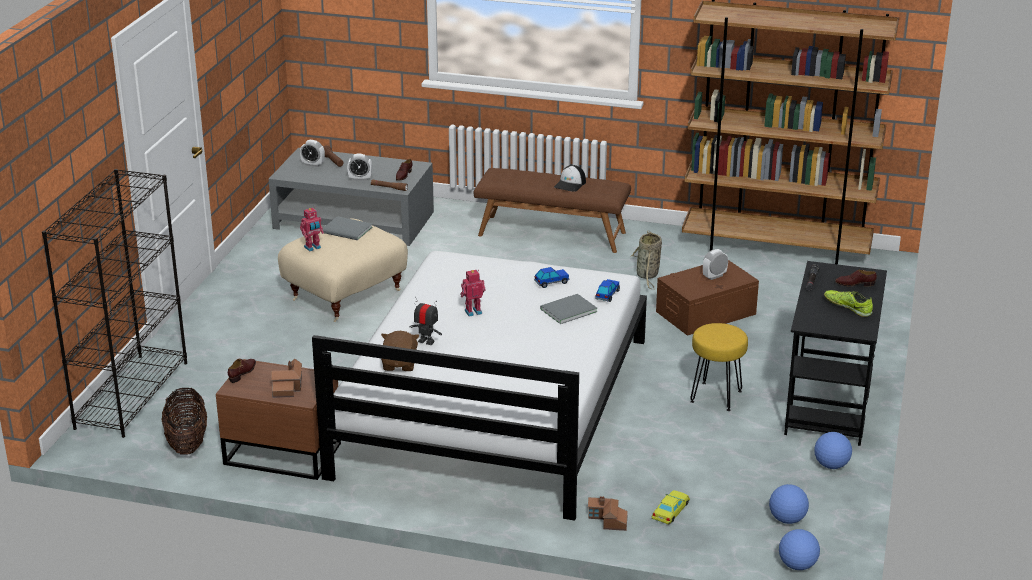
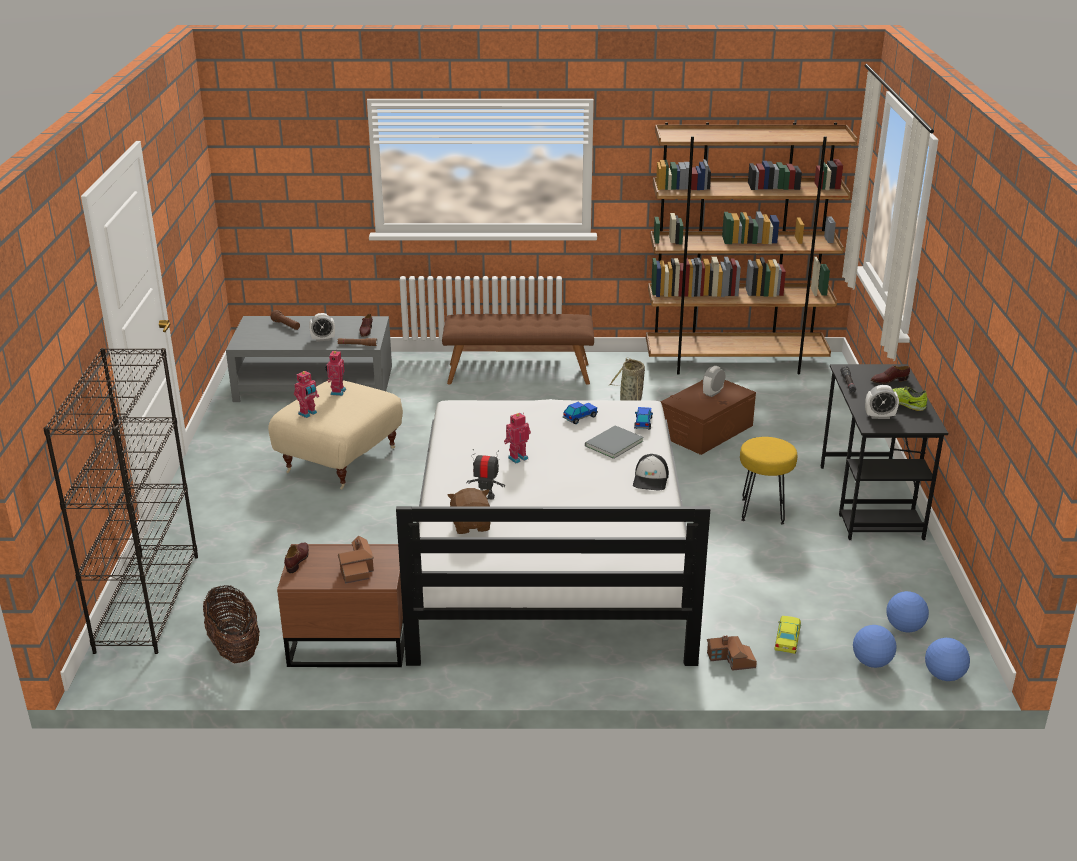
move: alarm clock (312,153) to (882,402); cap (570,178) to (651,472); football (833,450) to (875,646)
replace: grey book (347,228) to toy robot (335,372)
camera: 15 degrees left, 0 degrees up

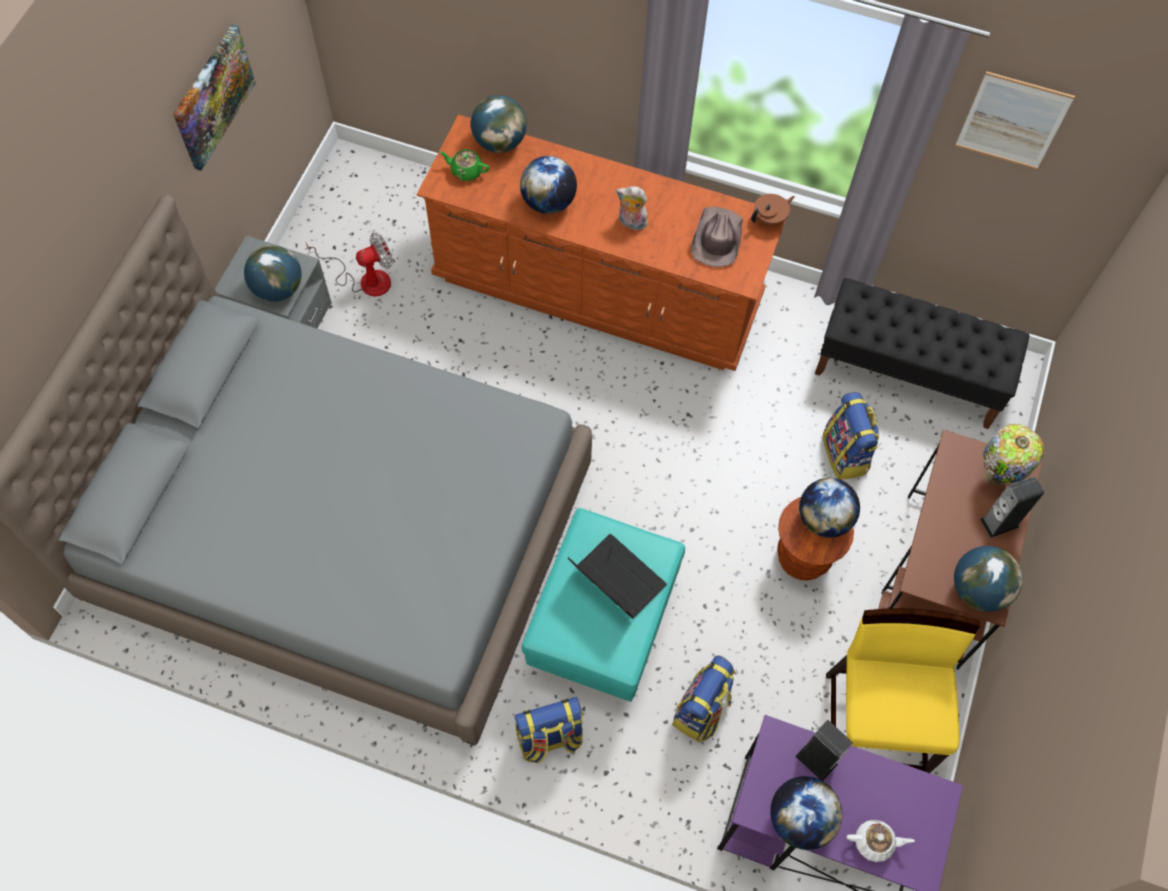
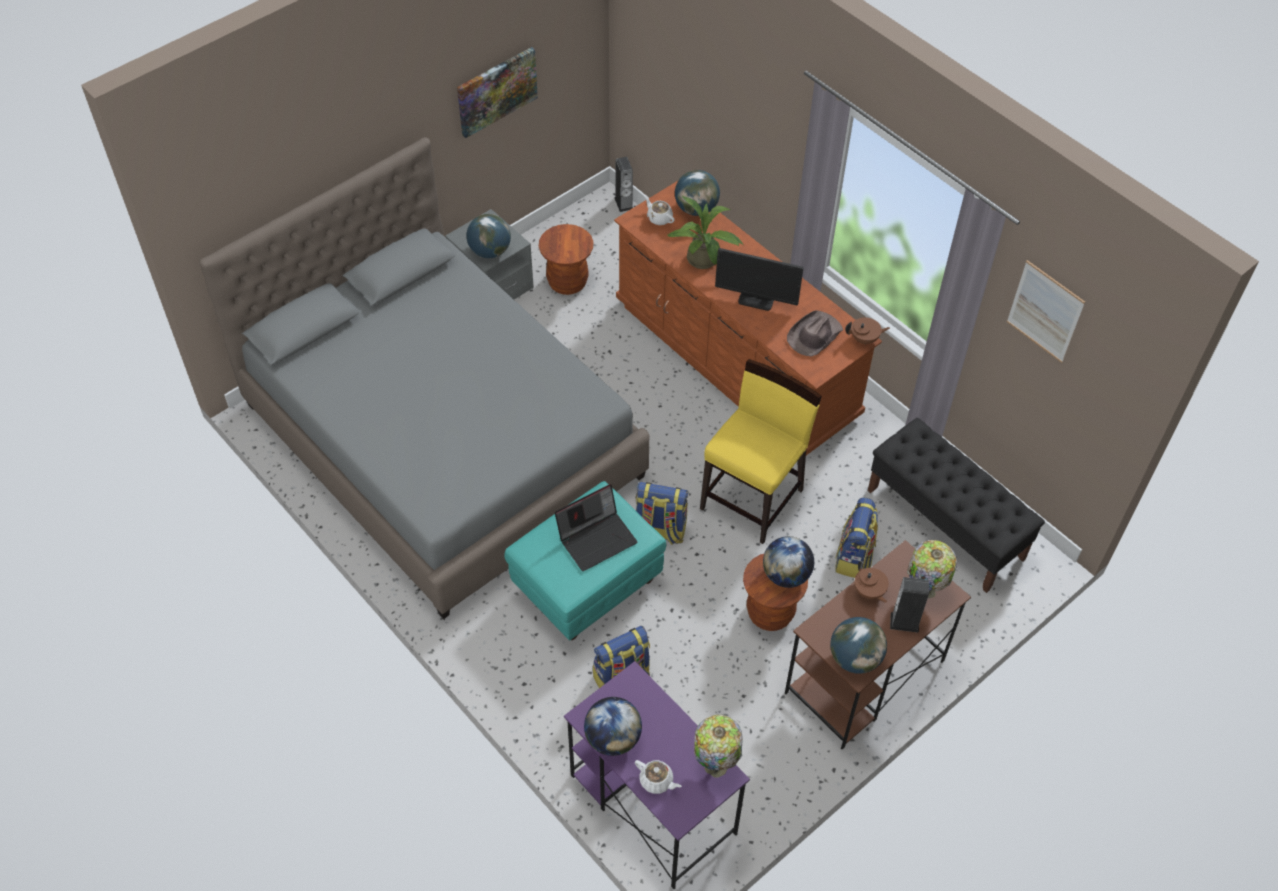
insert: brown teapot (872,582); table lamp (718,746)
move: yellow chair (903,690) to (761,451); backpack (548,730) to (662,513); speaker (824,750) to (624,184)
replace: globe (548,185) to potted plant (705,232); plush toy (632,208) to monitor (759,279); fan (349,264) to brown stool (566,259)
recolor: green teapot (464,165) to white teapot (659,210)
rotate: laptop (617,576) = (596,527) 75 degrees clockwise
camera: 30 degrees right, 10 degrees down

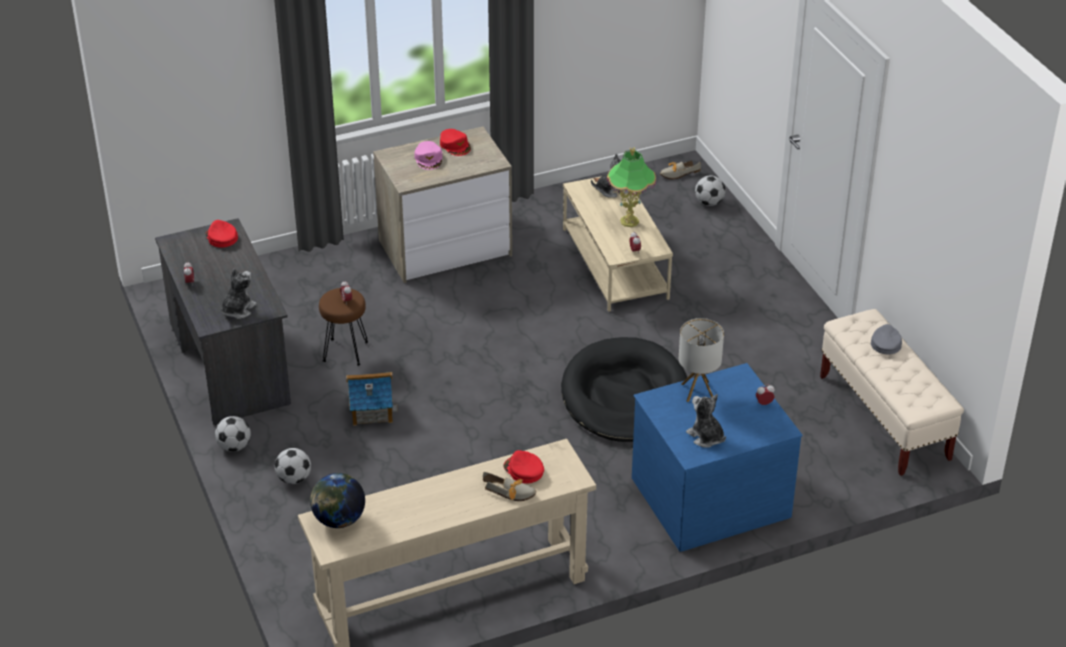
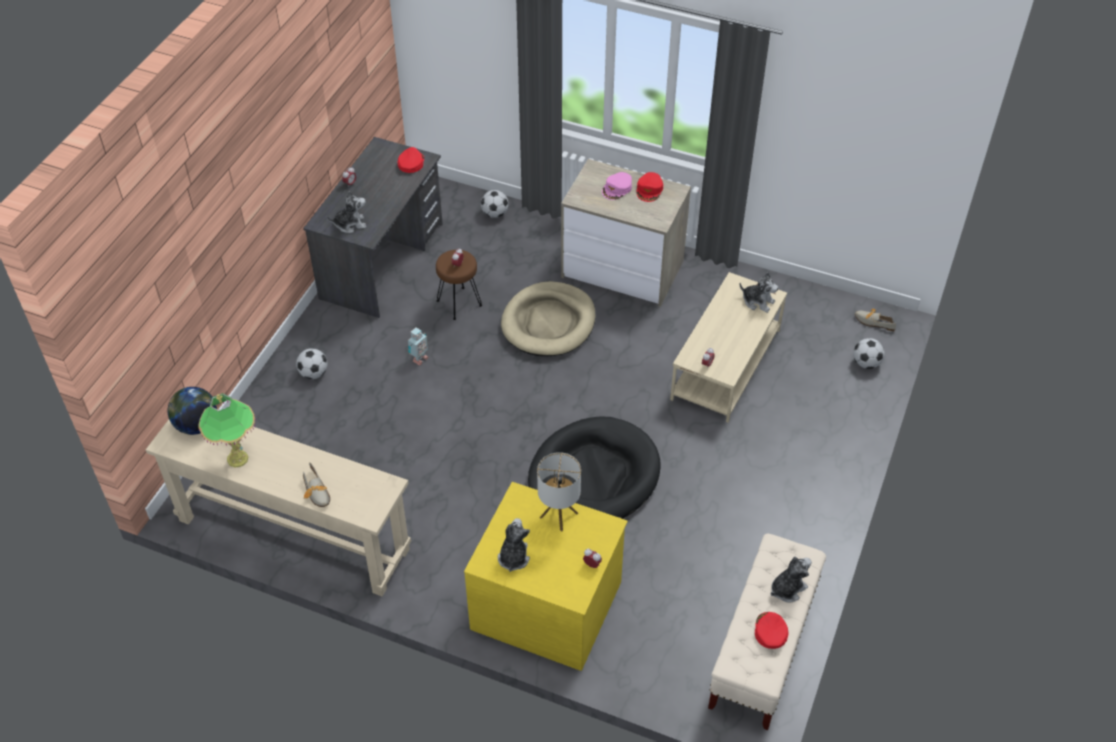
insert: beige dog bed (548,318)
move: table lamp (631,187) to (227,430); football (233,434) to (495,204); red cap (523,467) to (772,630)
replace: grey cap (886,339) to plush toy (791,580); toy house (372,399) to toy robot (418,347)
recolor: blue dresser (717,457) to yellow dresser (546,576)
camera: 45 degrees right, 10 degrees up

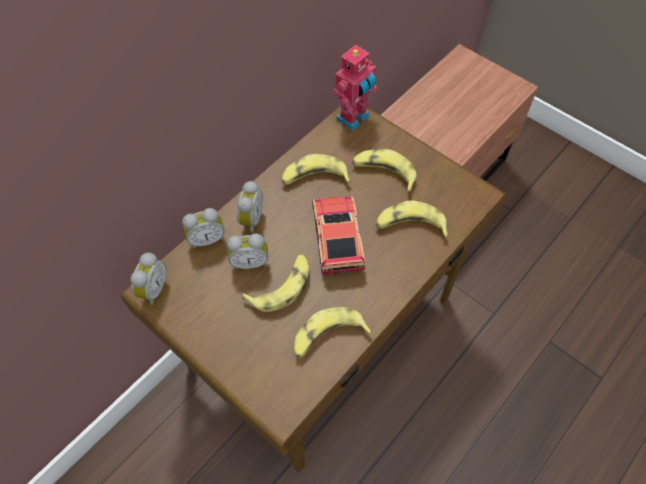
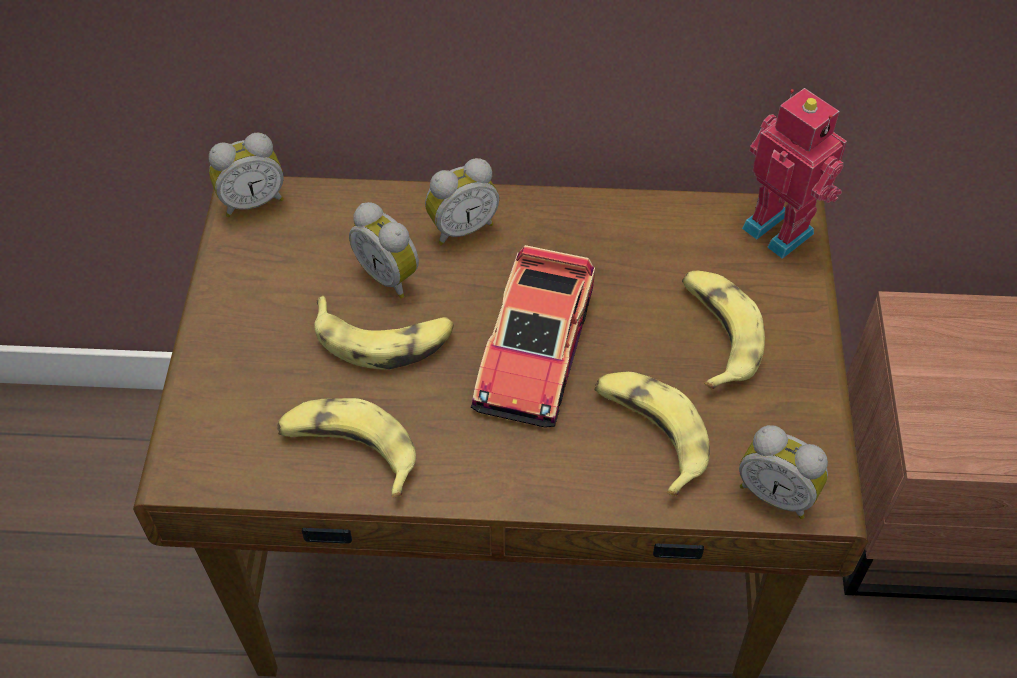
delete: banana (316,169)
move: alarm clock (203,228) to (783,472)
rotate: toy robot (355,87) = (794,173) 135 degrees counterclockwise; toy car (339,235) = (533,336) 150 degrees clockwise
camera: 50 degrees right, 5 degrees down

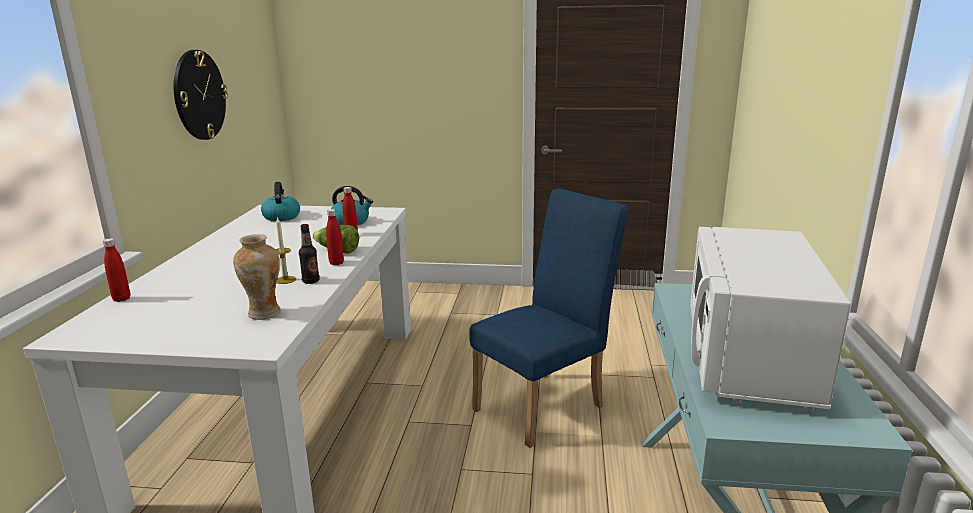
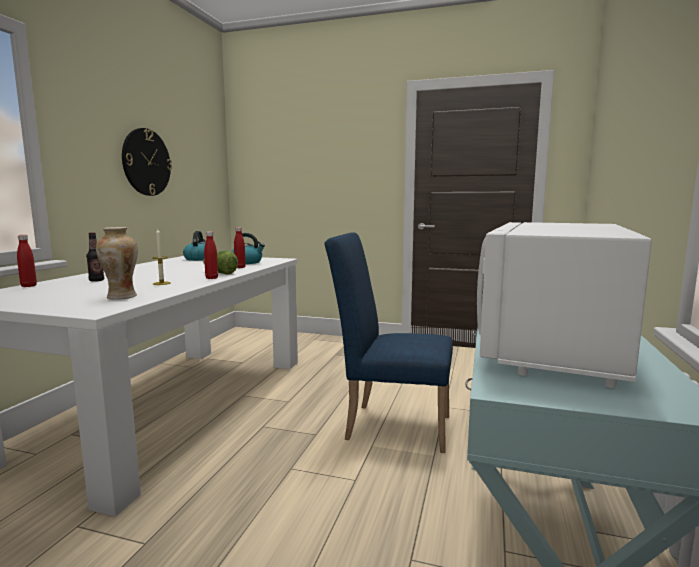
move: bottle (309,254) to (95,257)
rotate: blue chair (549,318) = (389,342) 135 degrees counterclockwise
camera: 10 degrees right, 10 degrees down

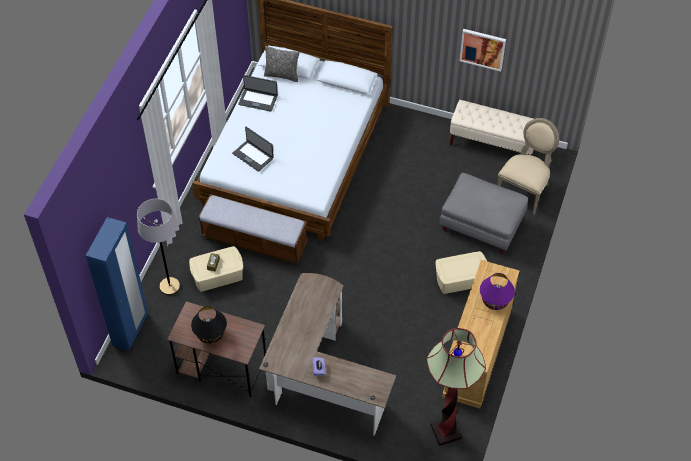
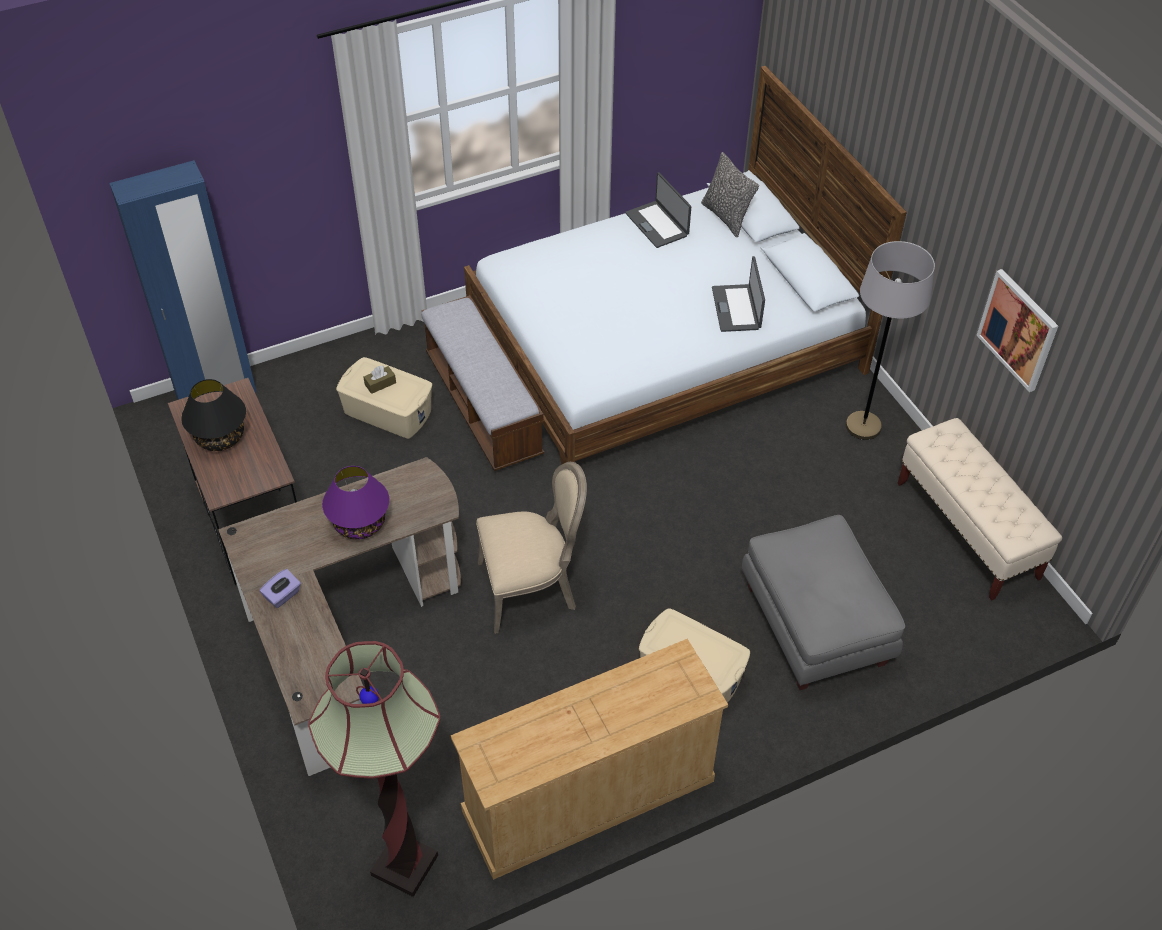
move: beige chair (528,166) to (531,548); laptop (253,149) to (738,294); grey floor lamp (158,247) to (890,340); purple table lamp (497,291) to (355,503)
camera: 45 degrees right, 5 degrees down

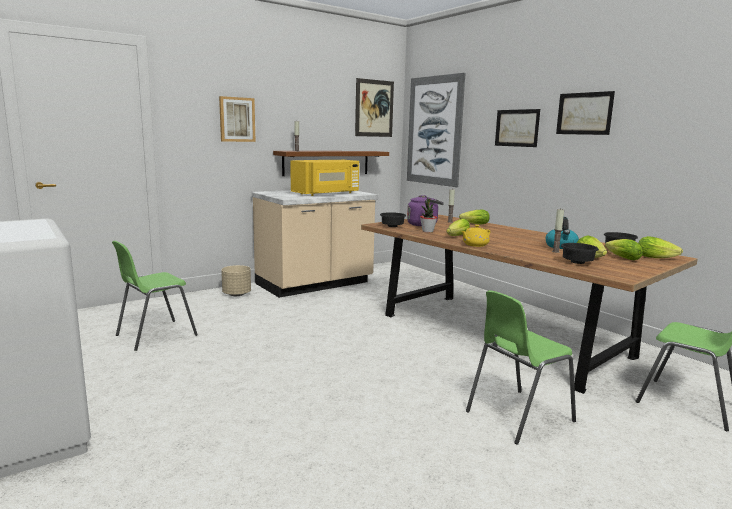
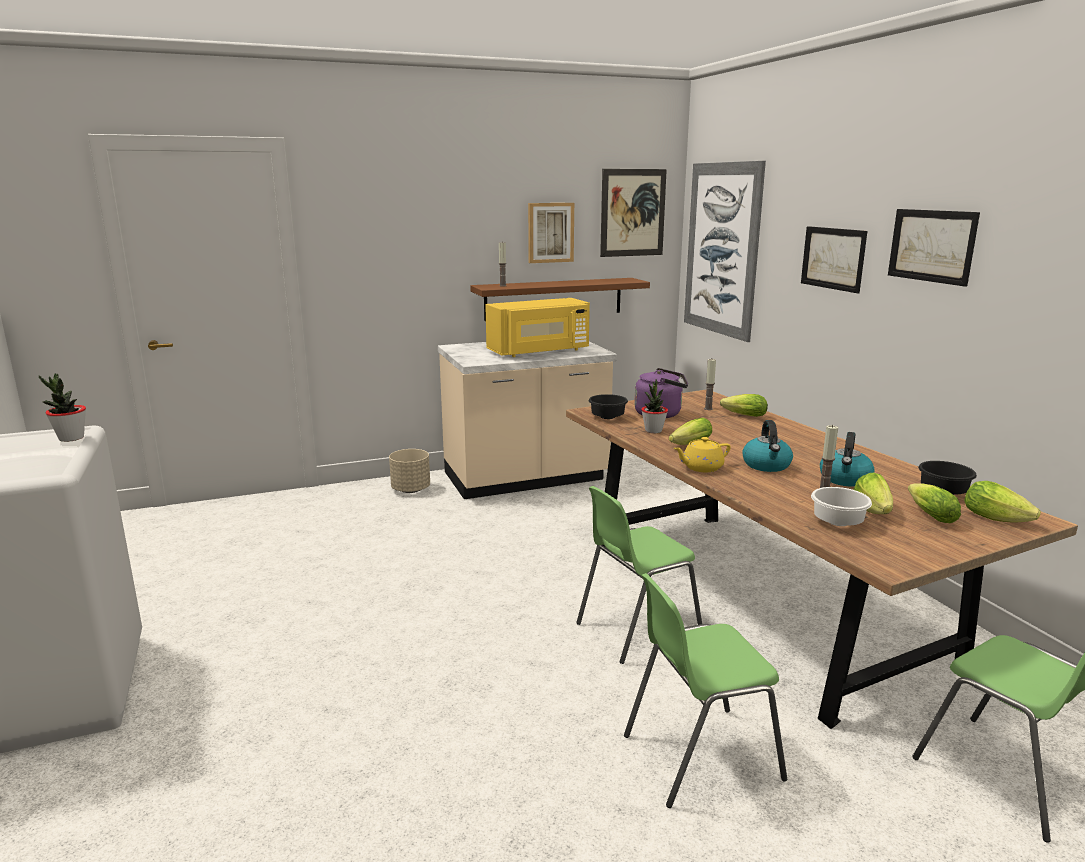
insert: potted plant (62,408); kettle (767,446)
move: picture (237,119) to (551,233); green chair (155,296) to (639,575)
recolor: black bowl (580,253) to white bowl (841,506)
camera: 15 degrees right, 5 degrees up

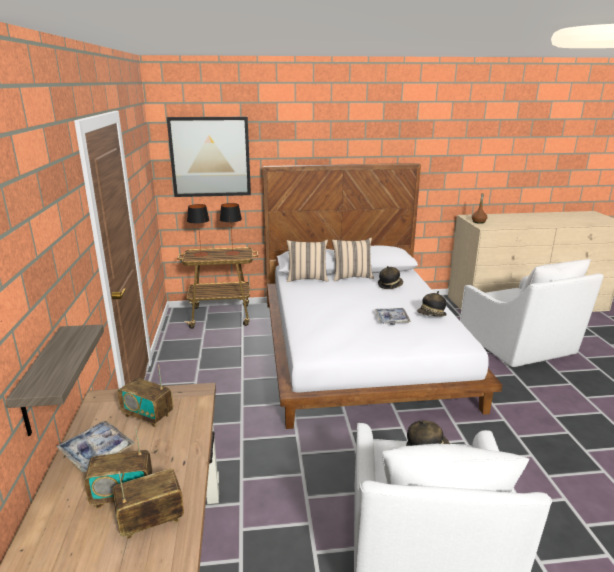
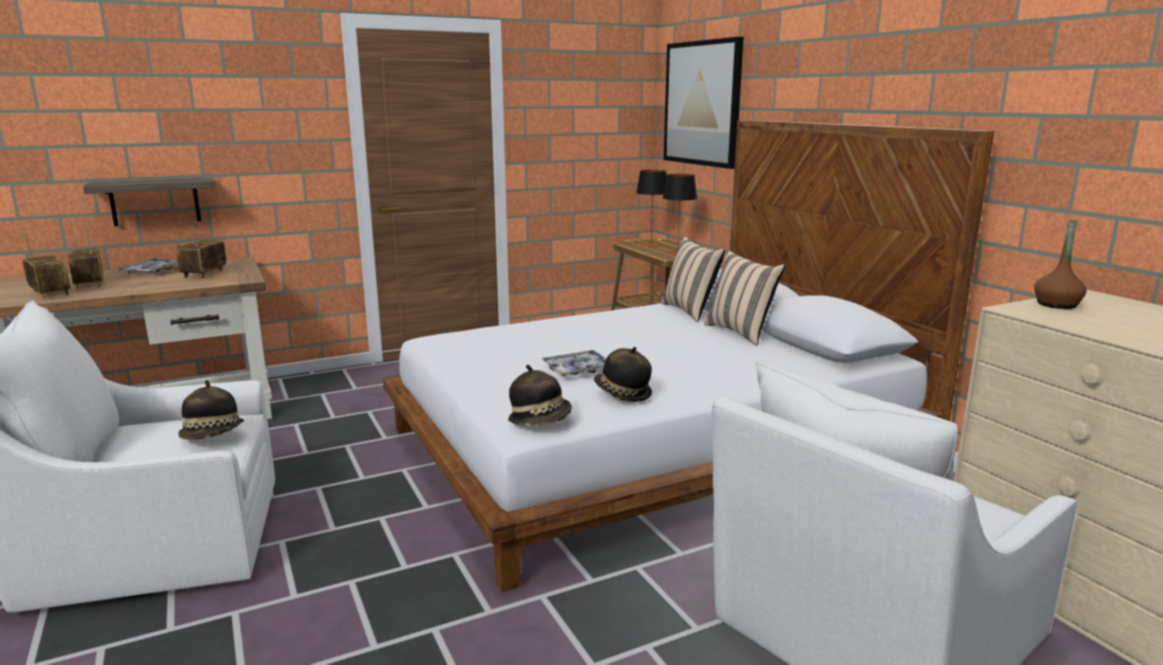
move: hat (390,277) to (540,395)
camera: 70 degrees right, 5 degrees down

